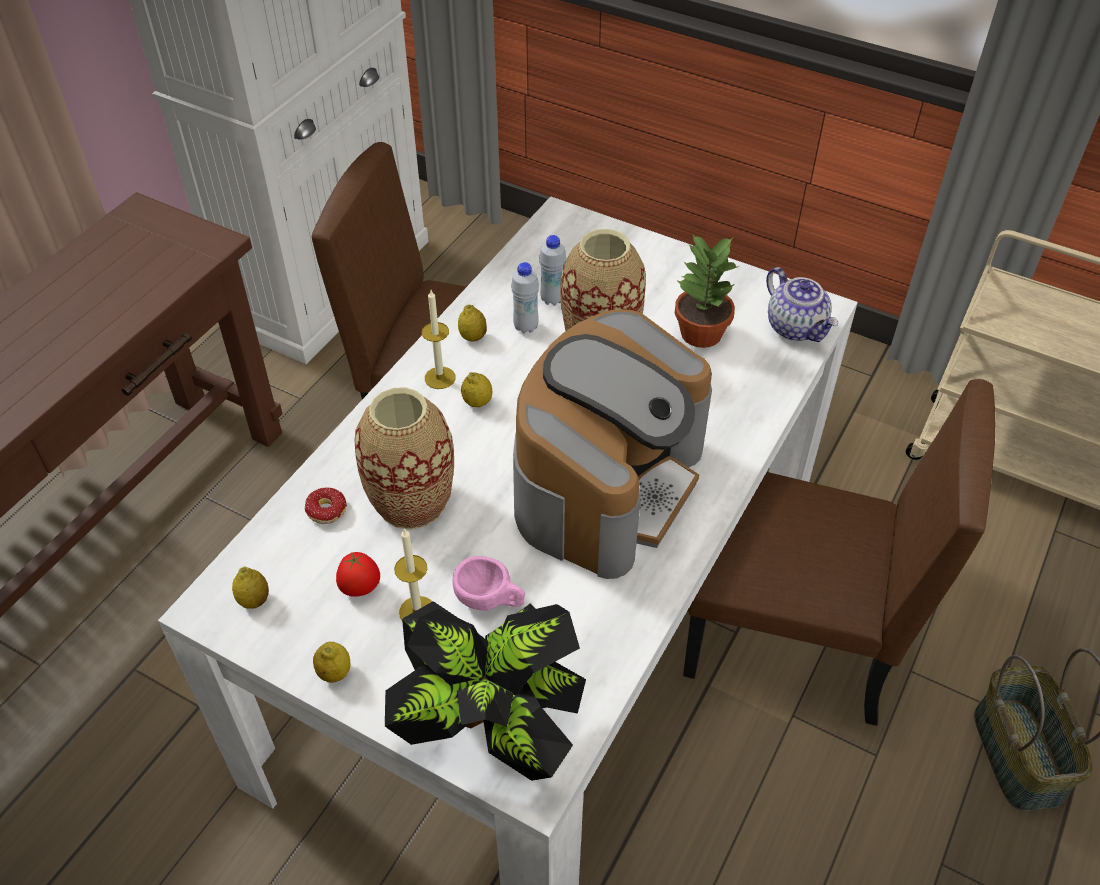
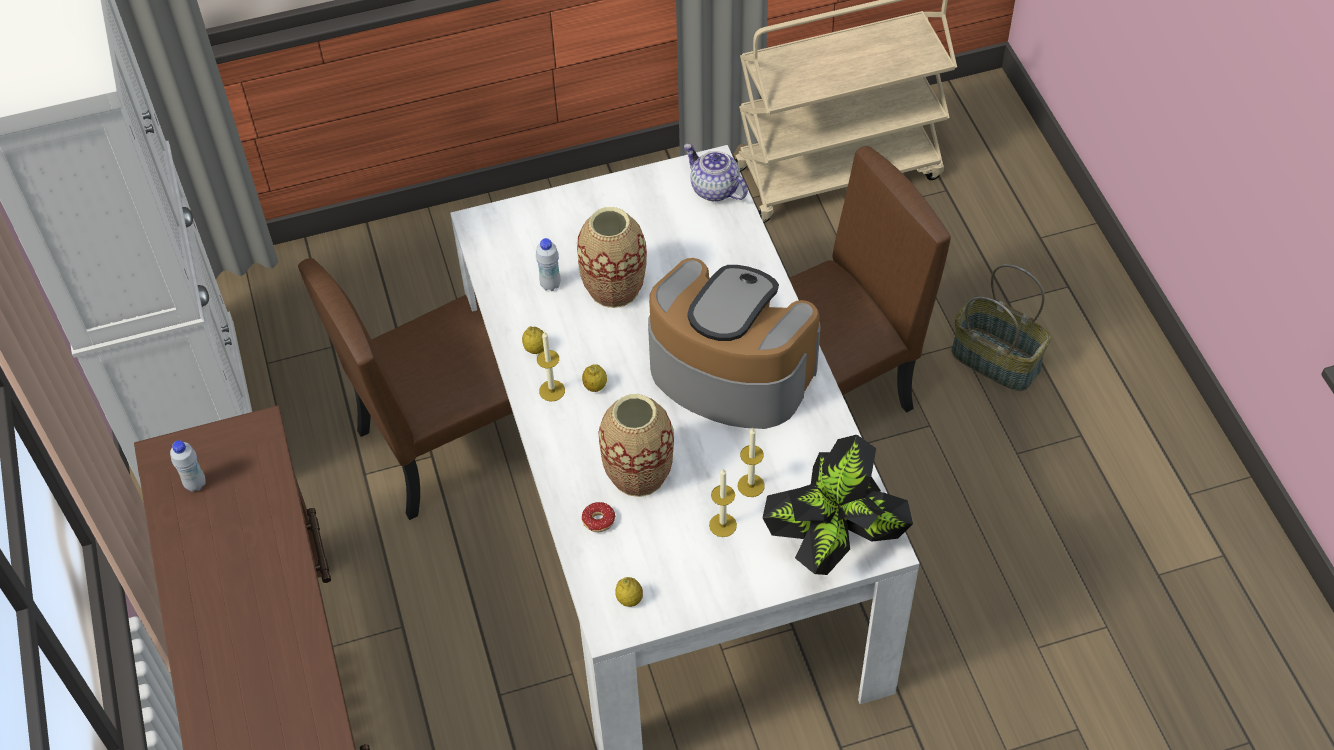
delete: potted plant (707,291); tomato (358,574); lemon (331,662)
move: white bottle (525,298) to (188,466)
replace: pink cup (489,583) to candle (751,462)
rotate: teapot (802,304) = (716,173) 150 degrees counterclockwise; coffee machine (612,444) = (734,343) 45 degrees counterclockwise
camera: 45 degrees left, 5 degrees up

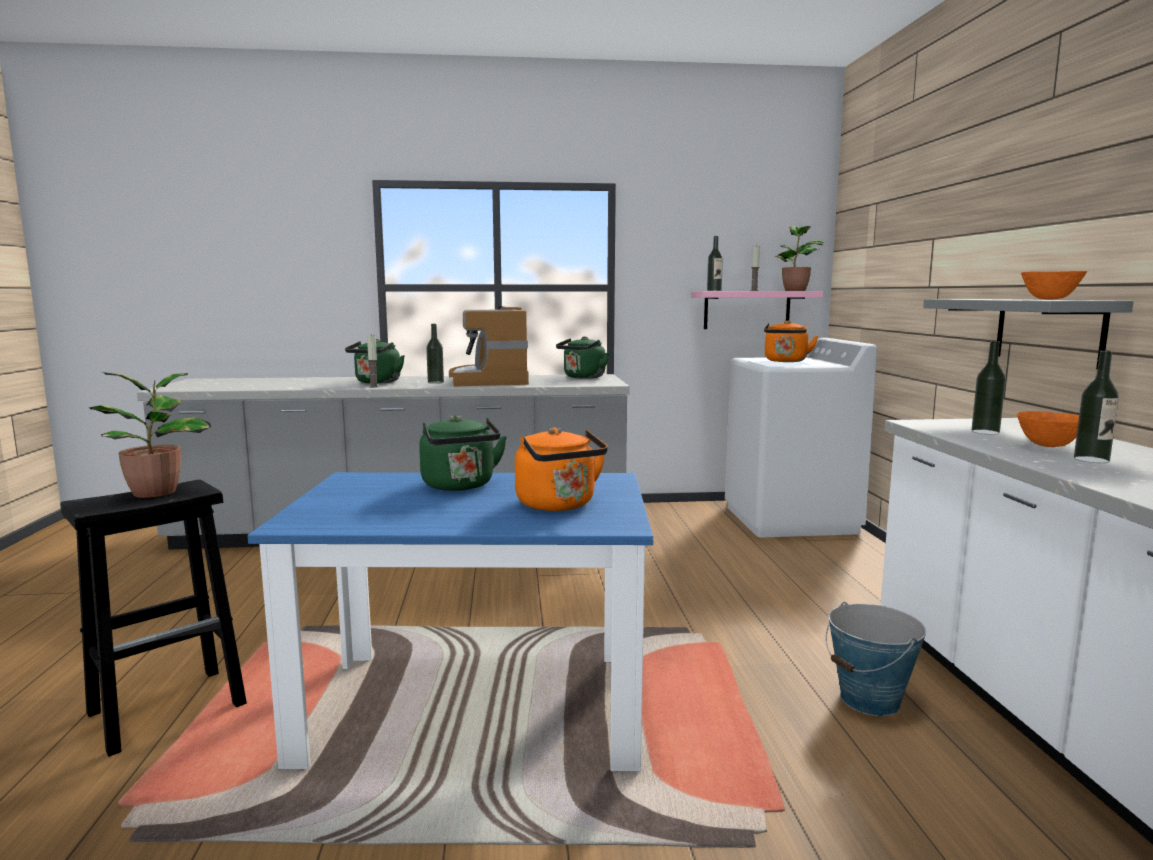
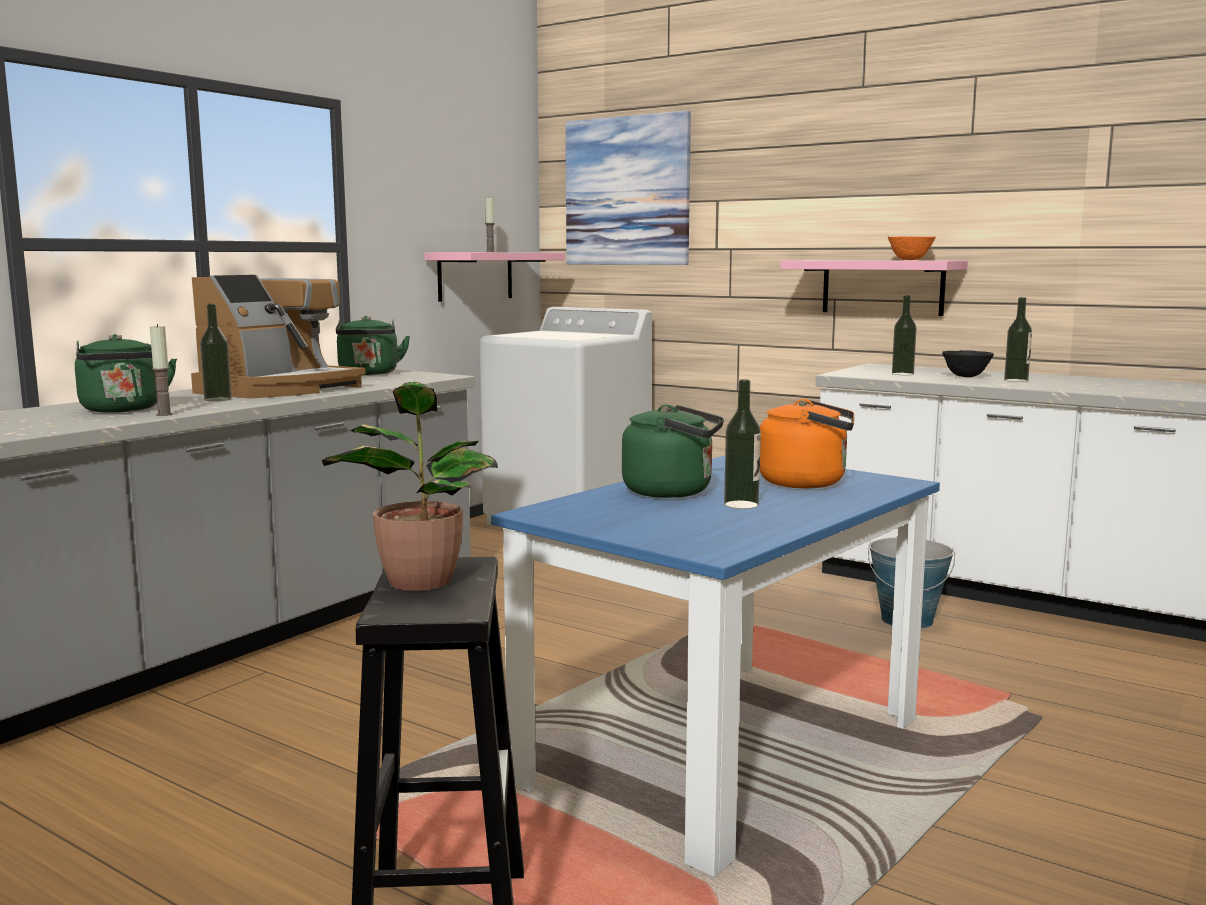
delete: potted plant (801,258); orange kettle (791,341)
insert: picture (628,188)
move: bottle (715,263) to (742,444)
recolor: grey shelf (1028,334) to pink shelf (874,288); orange bowl (1048,429) to black bowl (968,363)
rotate: coffee machine (489,346) = (278,337) 90 degrees counterclockwise
camera: 50 degrees left, 0 degrees up

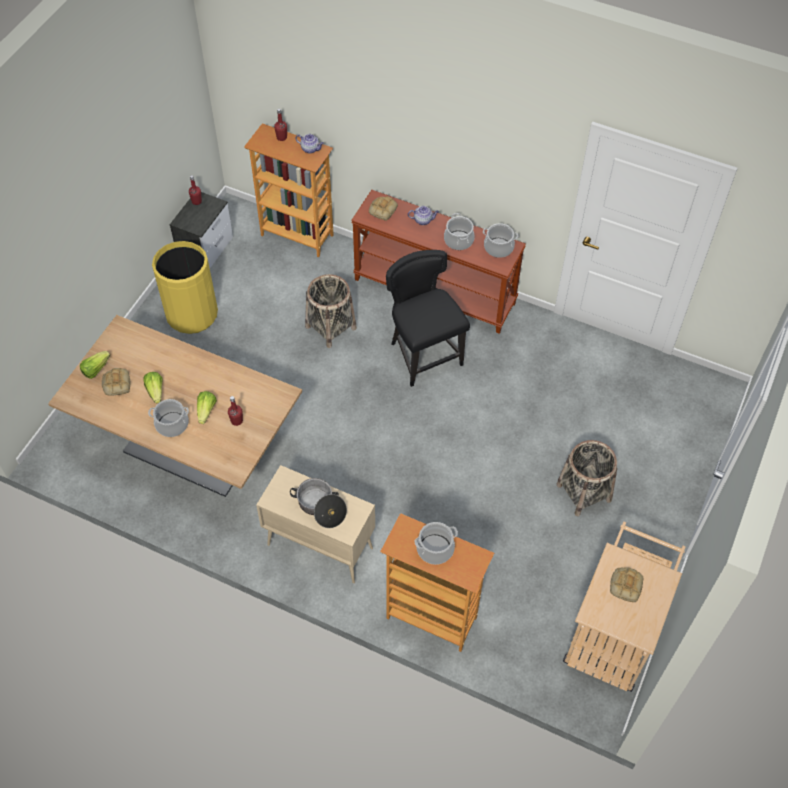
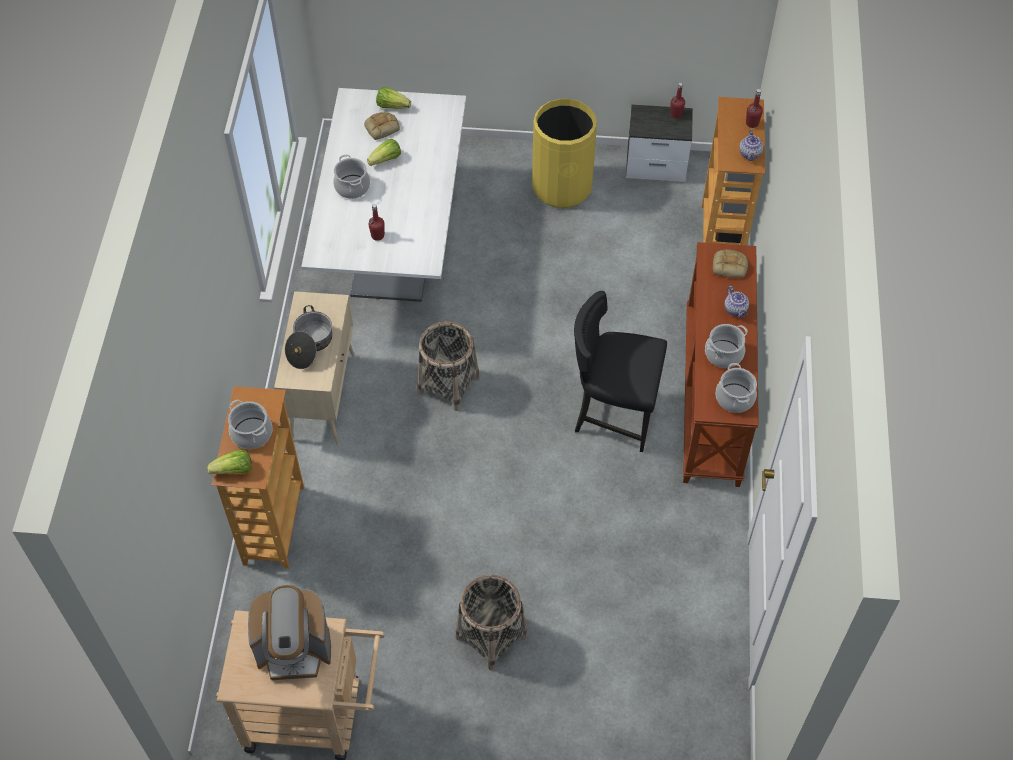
move: basket (331,311) to (448,366); lettuce (207,407) to (229,461)
replace: bread (626,584) to coffee machine (289,632)
recolor: brown dining table (175,406) to white dining table (383,195)
rotate: black chair (428,318) = (620,371) 120 degrees counterclockwise
camera: 70 degrees right, 0 degrees up

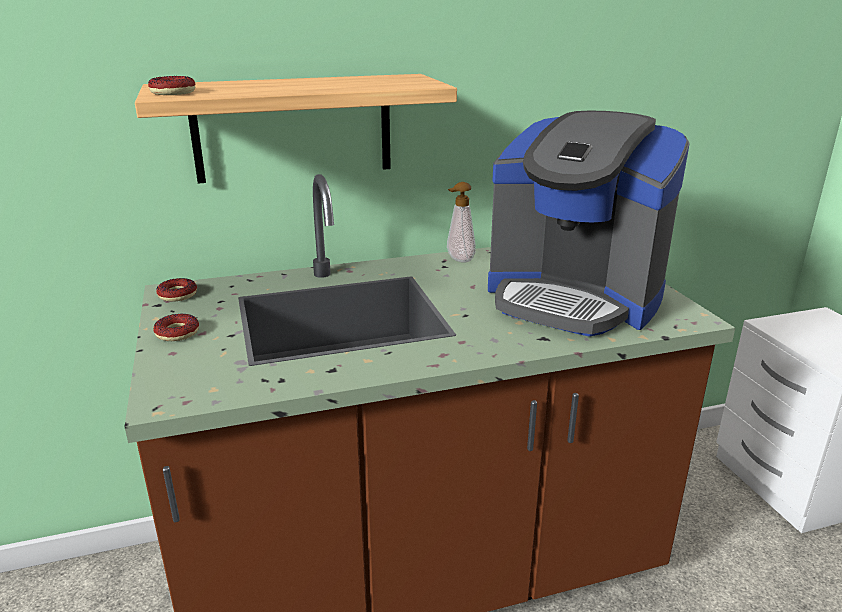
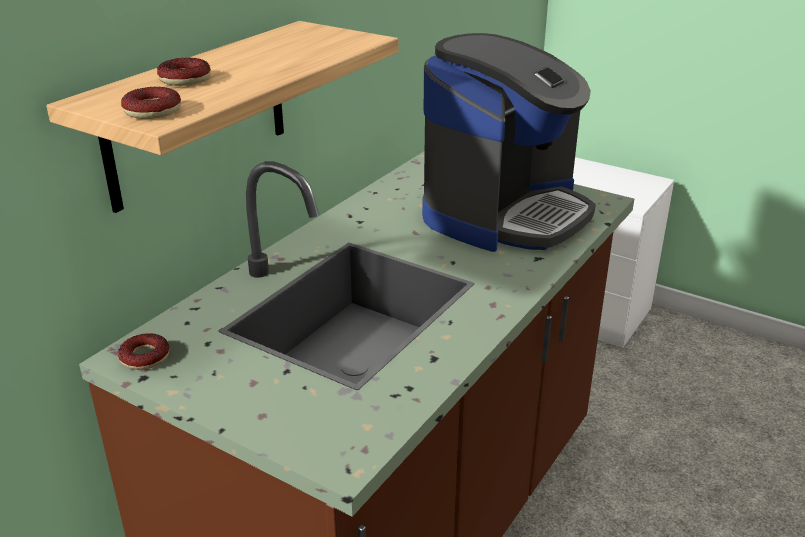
delete: soap dispenser (461,222)
move: donut (176,327) to (184,72)
rotate: coffee machine (589,223) = (509,142) 45 degrees counterclockwise
camera: 40 degrees left, 5 degrees up

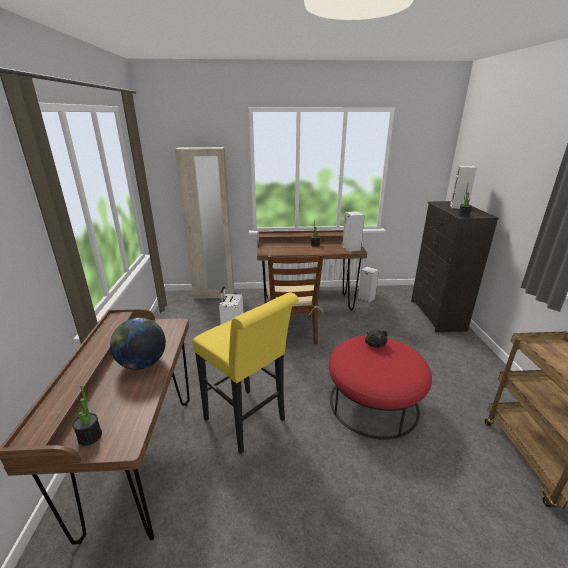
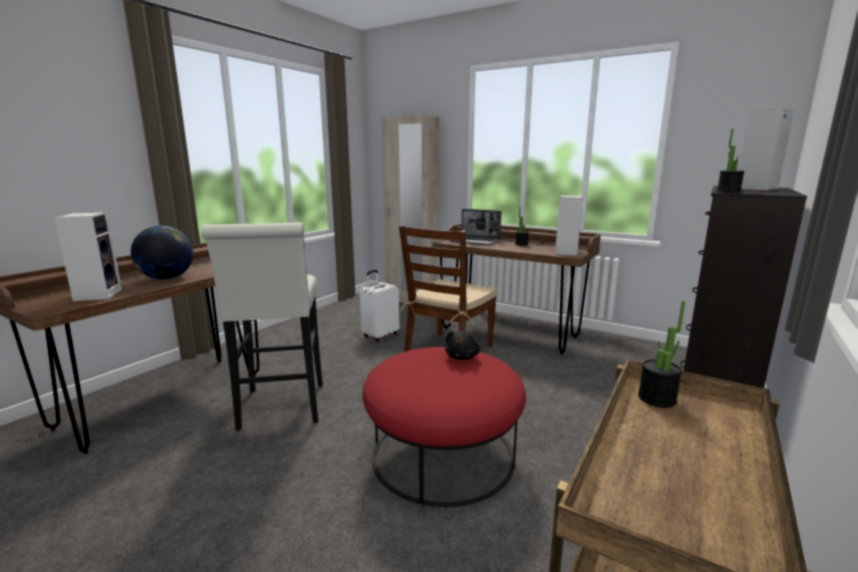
insert: laptop (475,227)
move: speaker (368,284) to (88,256); potted plant (87,415) to (661,354)
recolor: yellow stool (246,373) to white stool (262,327)
camera: 35 degrees right, 10 degrees down

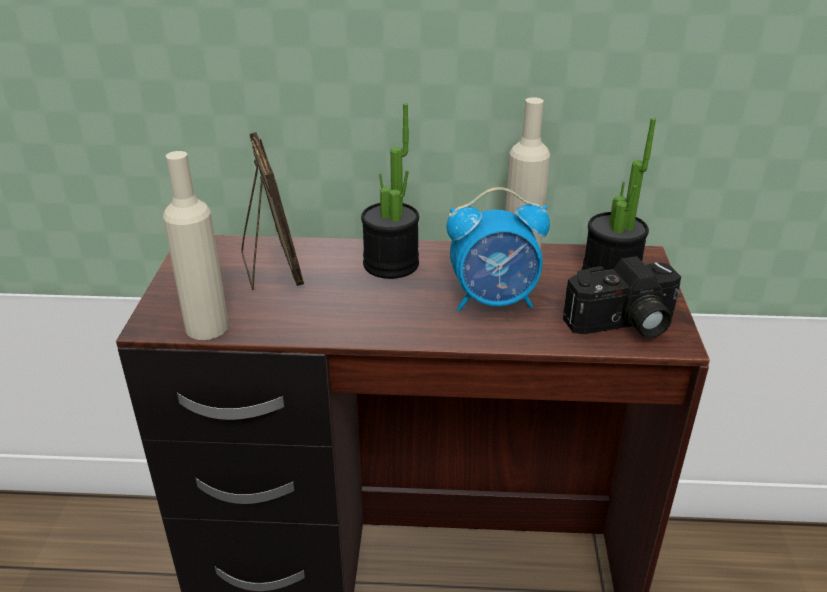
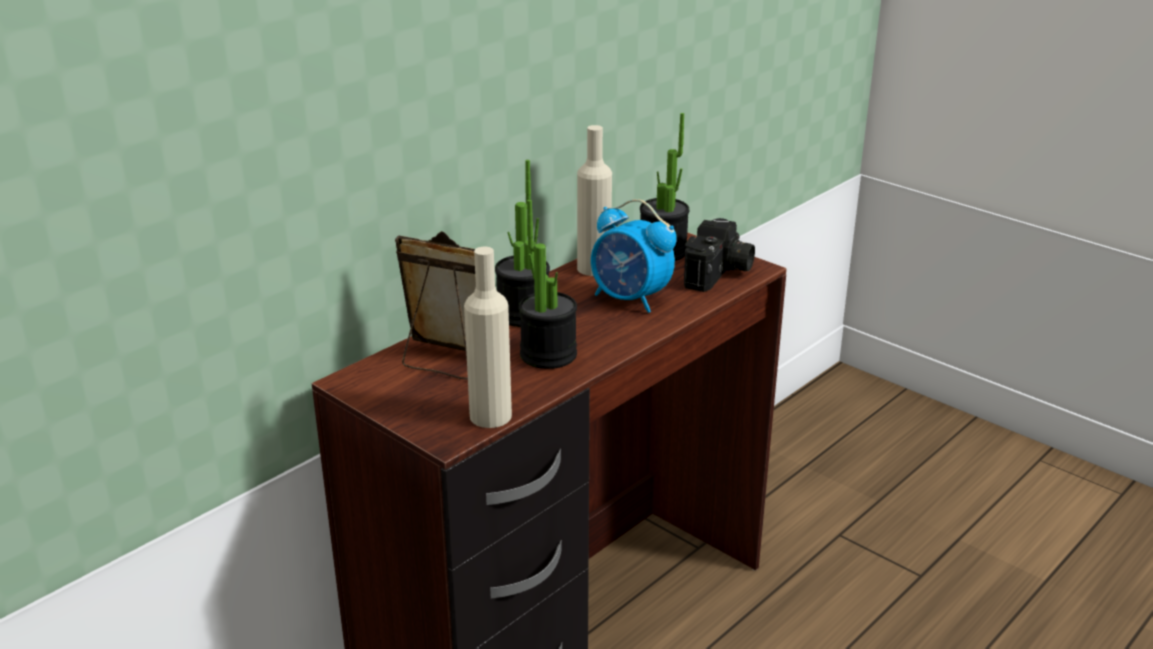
insert: potted plant (548,284)
rotate: alarm clock (498,249) = (634,256) 90 degrees clockwise
camera: 50 degrees left, 5 degrees down

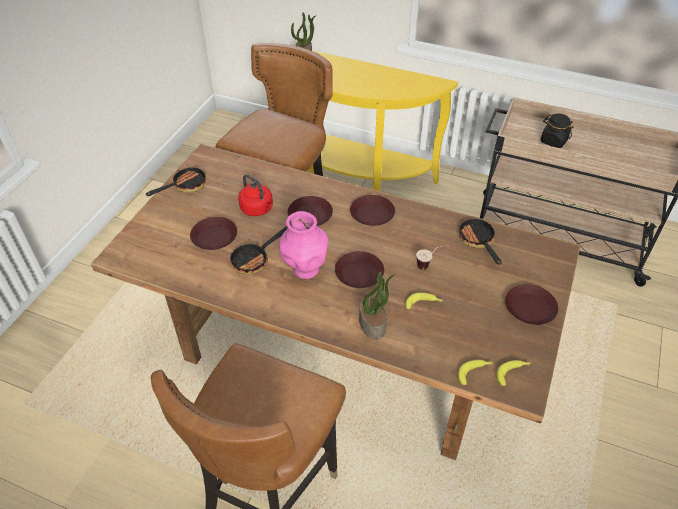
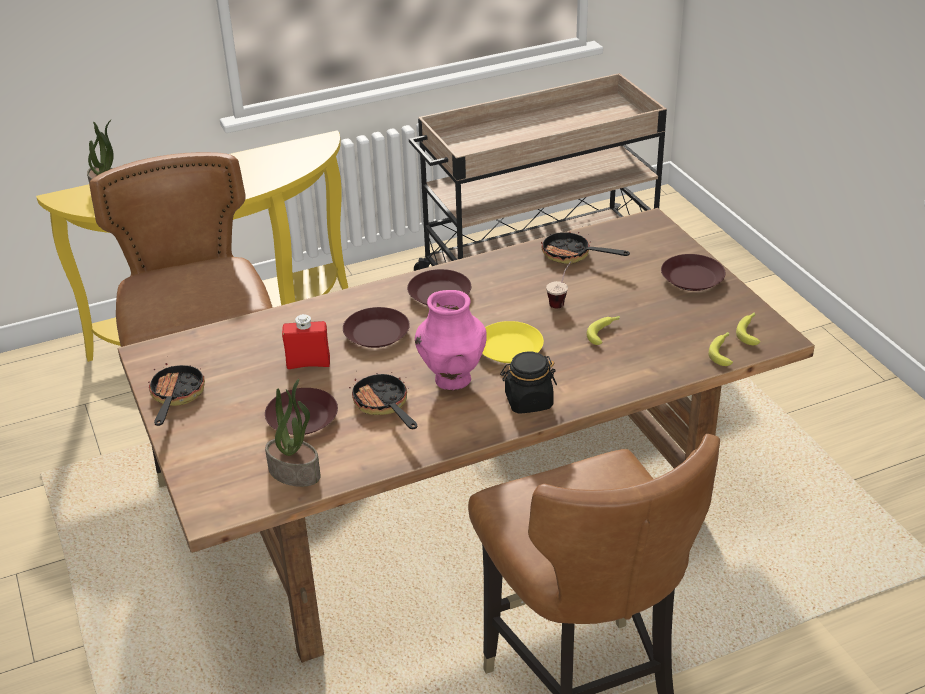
move: black jar (557,130) to (528,382); potted plant (377,306) to (293,433)
replace: red kettle (255,195) to red bottle (306,341)
recolor: brown plate (359,269) to yellow plate (513,342)
rotate: frying pan (259,250) = (383,400) 150 degrees clockwise
camera: 45 degrees left, 10 degrees down

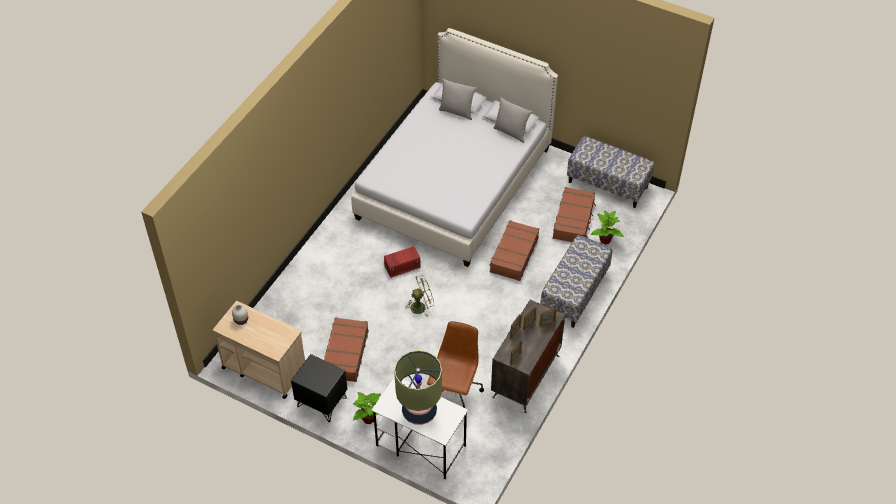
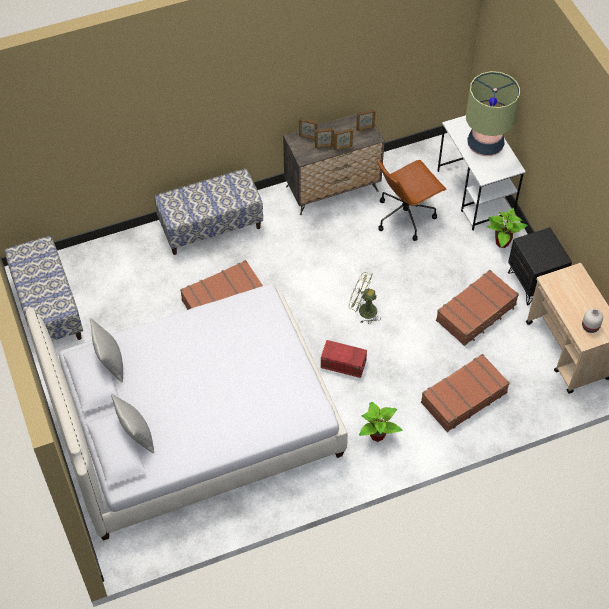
move: brown suitcase (574,214) to (465,393); potted plant (607,227) to (380,422)
camera: 140 degrees left, 5 degrees up

